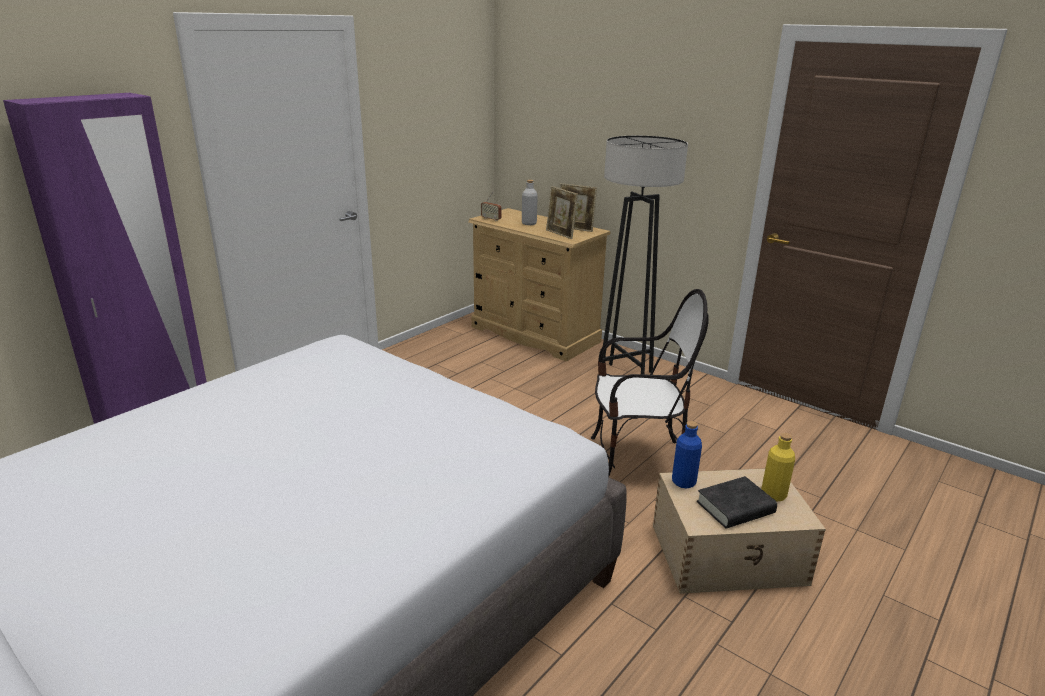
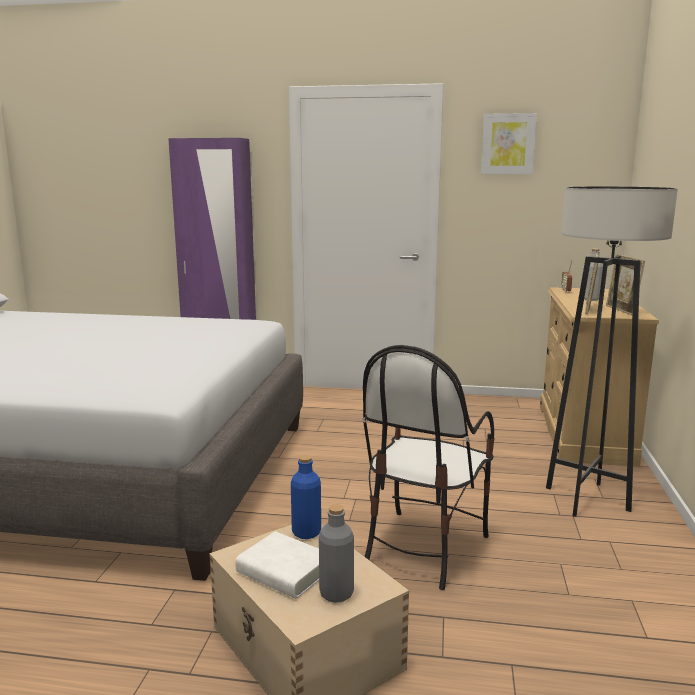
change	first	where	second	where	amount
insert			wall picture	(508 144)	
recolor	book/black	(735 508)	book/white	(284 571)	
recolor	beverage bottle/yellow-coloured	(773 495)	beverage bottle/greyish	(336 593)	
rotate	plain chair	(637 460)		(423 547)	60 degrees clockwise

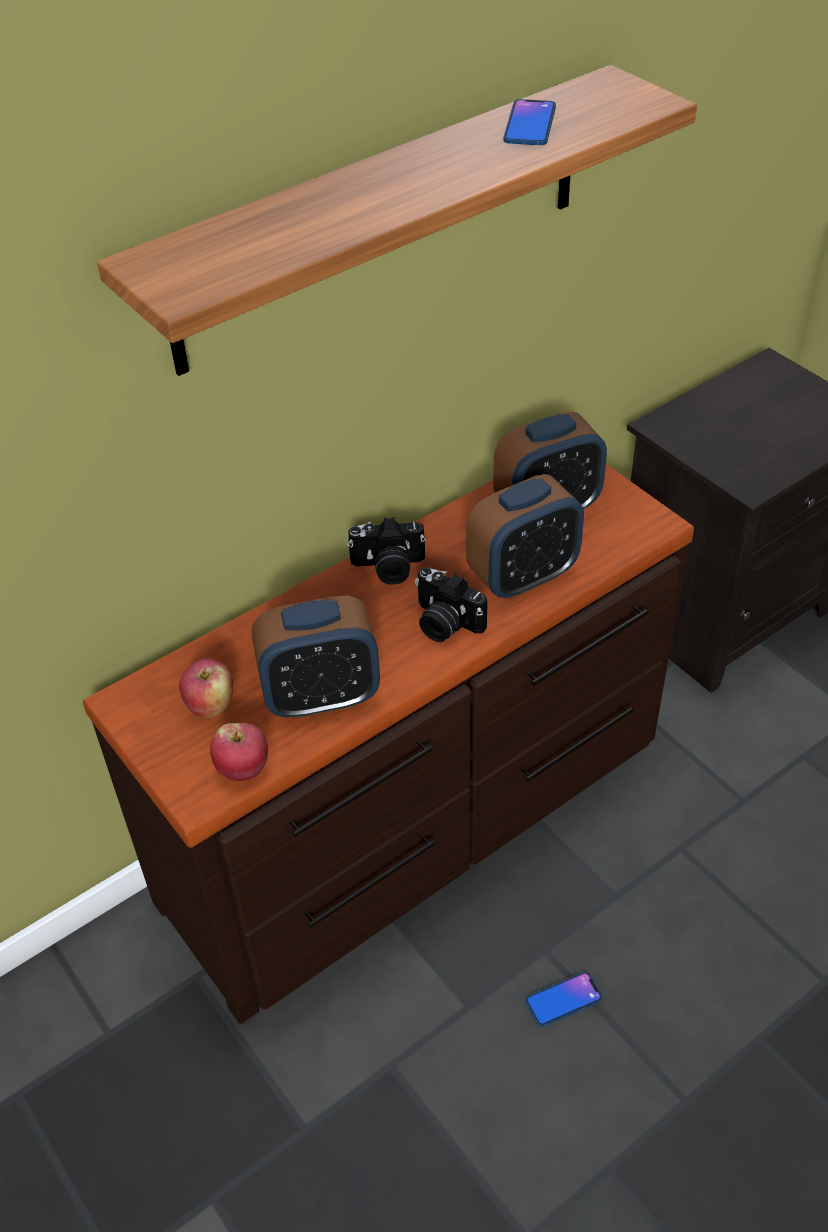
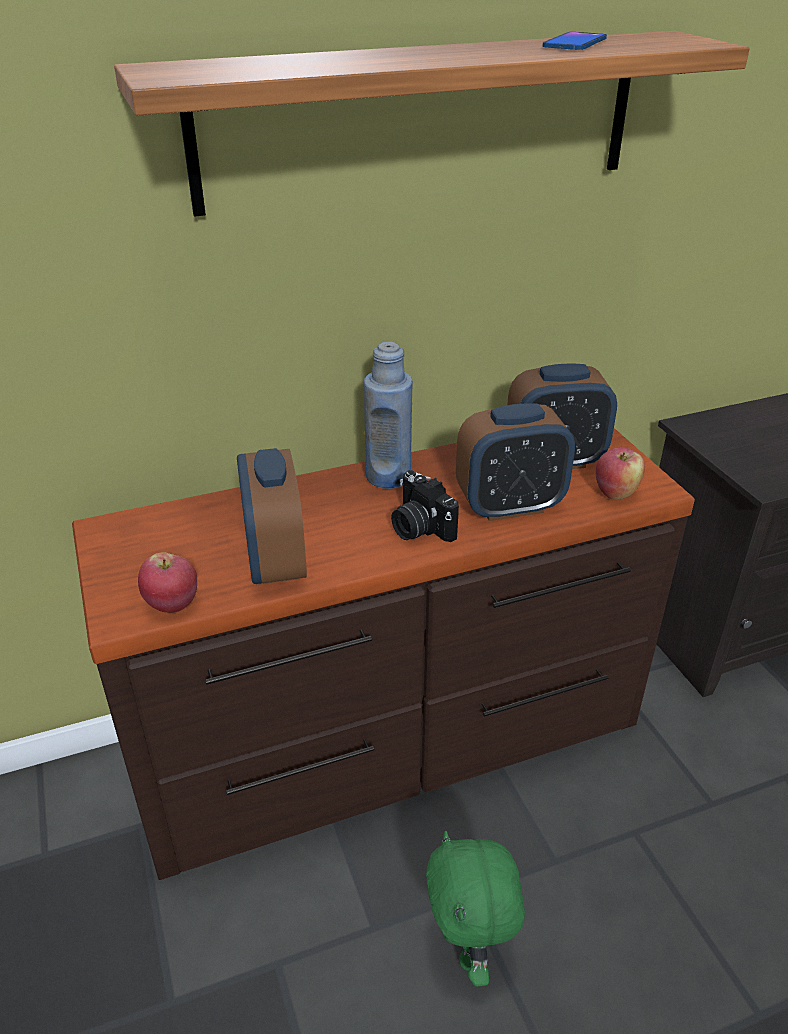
change	first	where	second	where	amount
move	apple	(210 706)		(615 493)	
replace	photo camera	(388 568)	beverage bottle/blue-coloured	(388 476)	
replace	telephone	(563 1000)	soft toy/green	(470 949)	
rotate	alarm clock	(321 697)		(275 562)	75 degrees clockwise

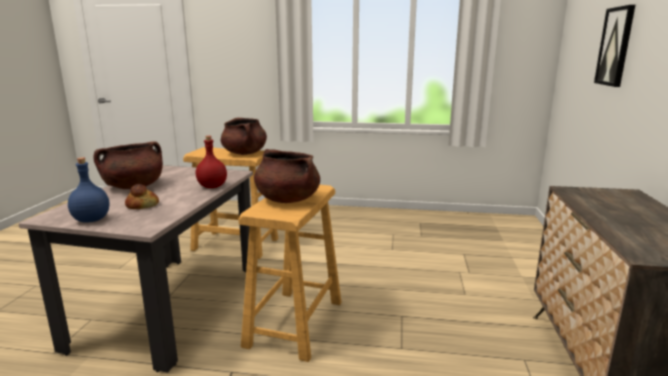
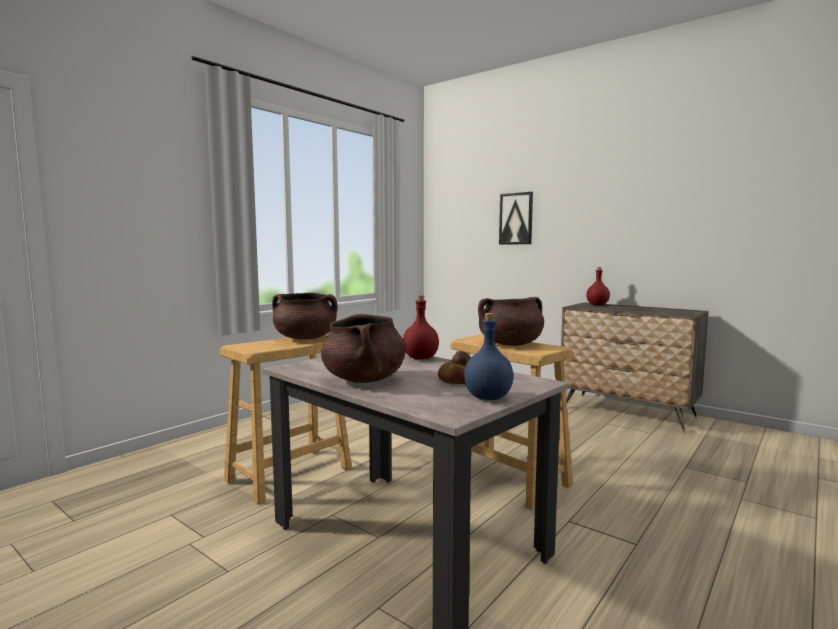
change	first	where	second	where	amount
insert			beverage bottle/red	(598 305)	

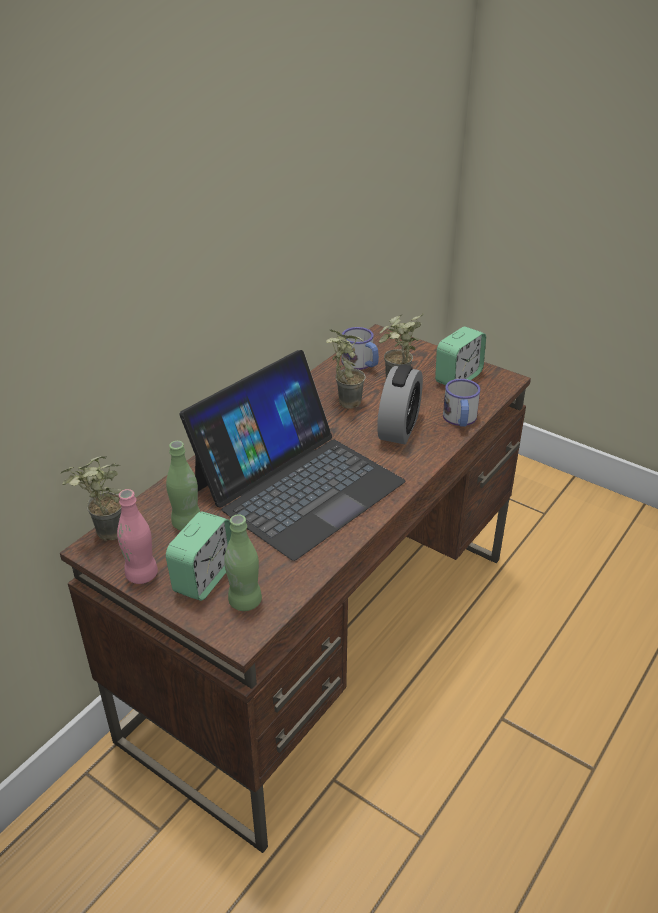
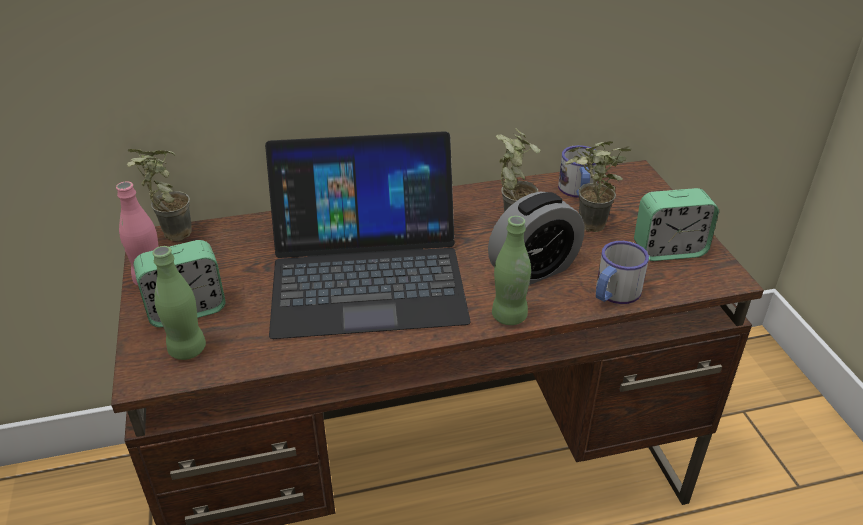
change	first	where	second	where	amount
move	beverage bottle/green	(187 523)		(509 316)	

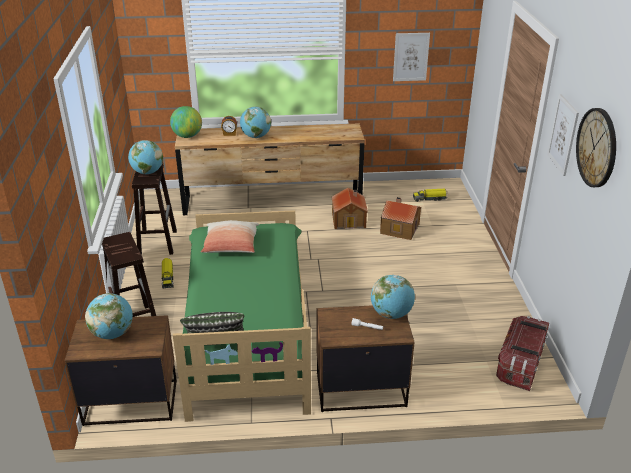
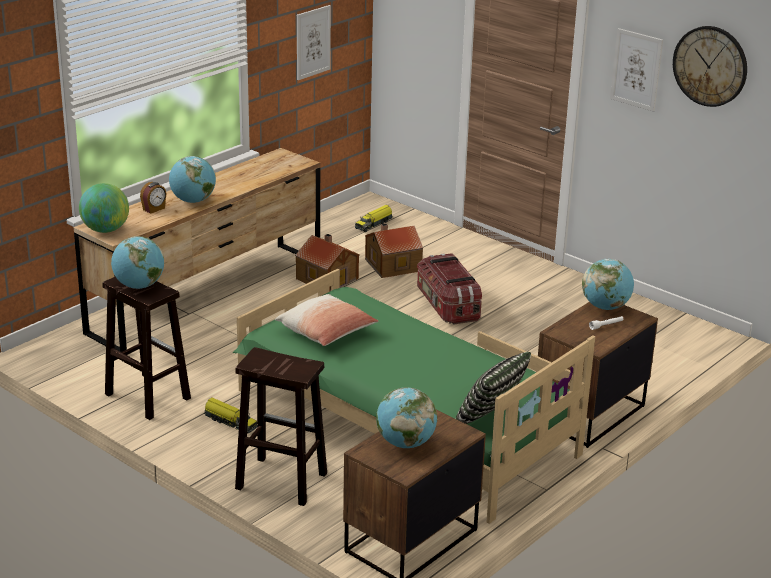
change	first	where	second	where	amount
move	storage box	(520 364)		(447 305)	

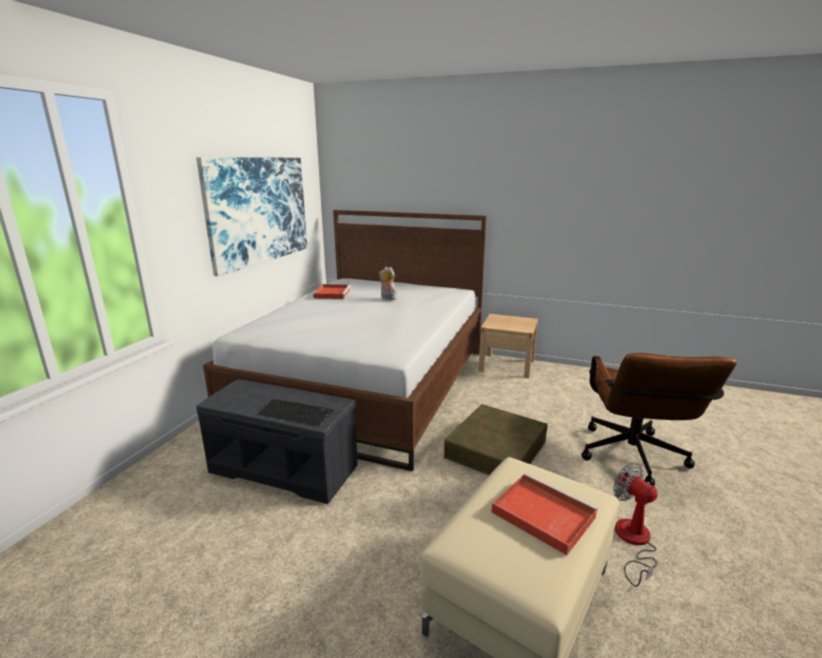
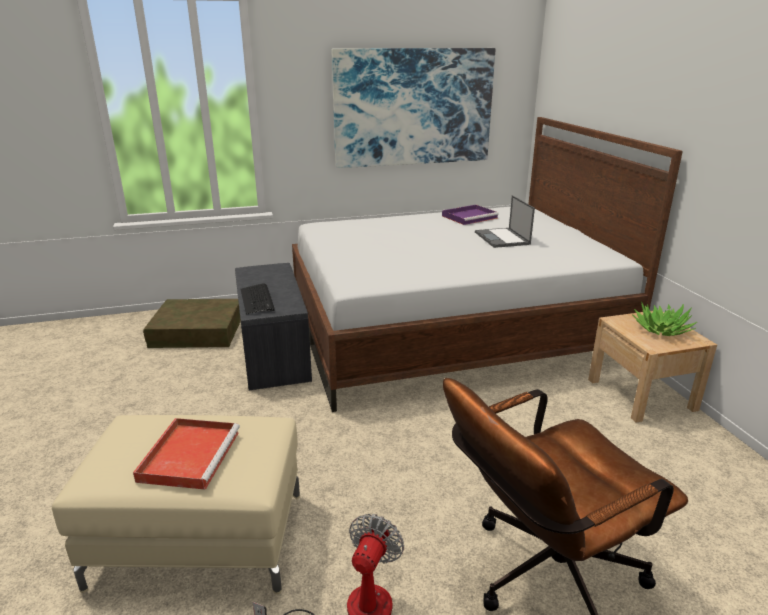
change	first	where	second	where	amount
insert			potted plant	(661 329)	
move	storage box/brownish	(496 449)		(197 331)	
replace	soft toy	(387 298)	laptop	(502 238)	
recolor	carrying tray/red	(332 293)	carrying tray/purplish	(470 217)	

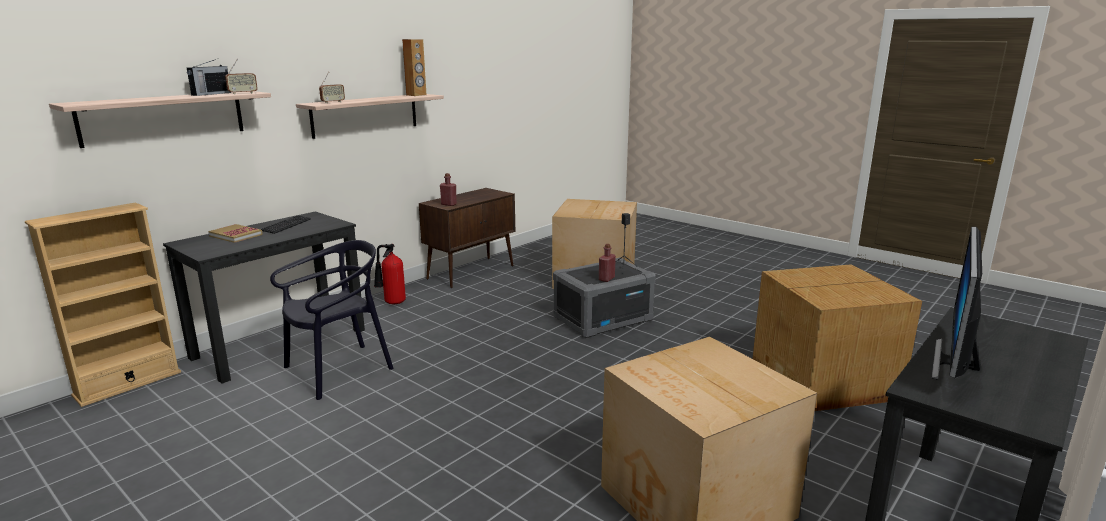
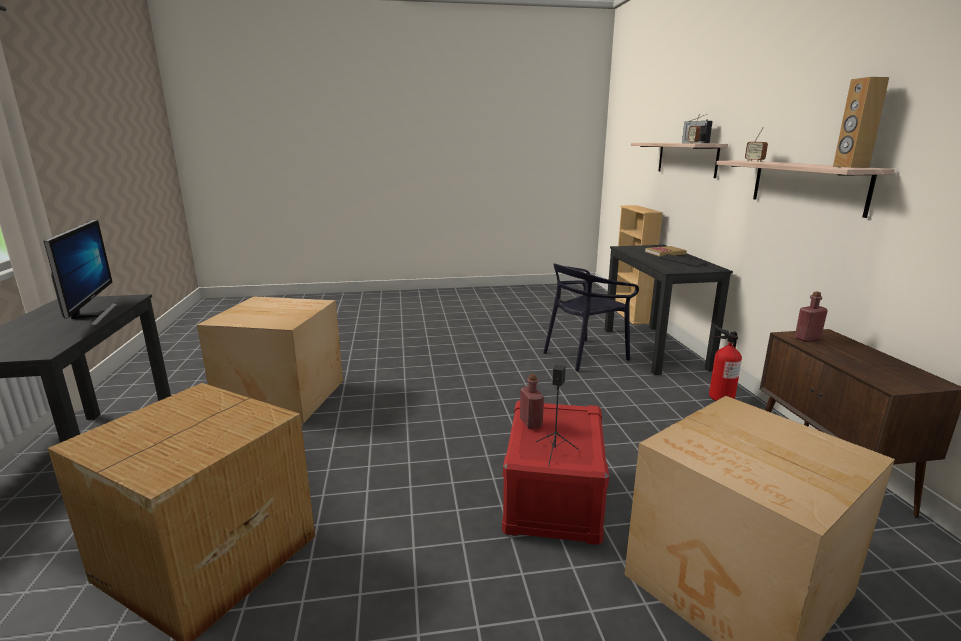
change	first	where	second	where	amount
recolor	storage box/greyish	(603 318)	storage box/red	(554 498)	
rotate	plain chair/black	(338 370)		(584 355)	60 degrees clockwise

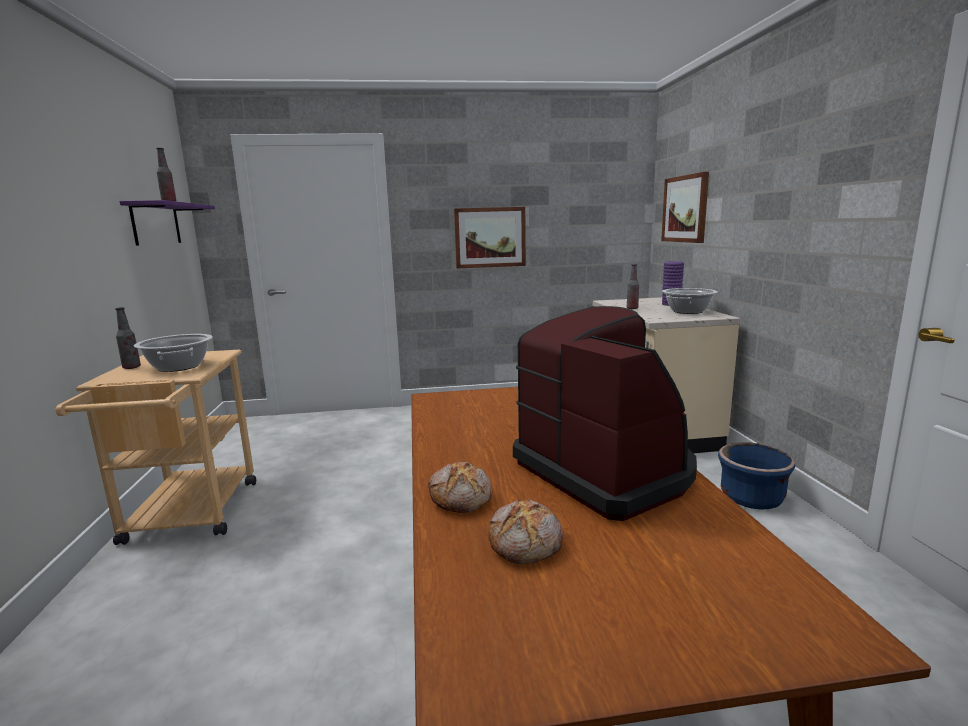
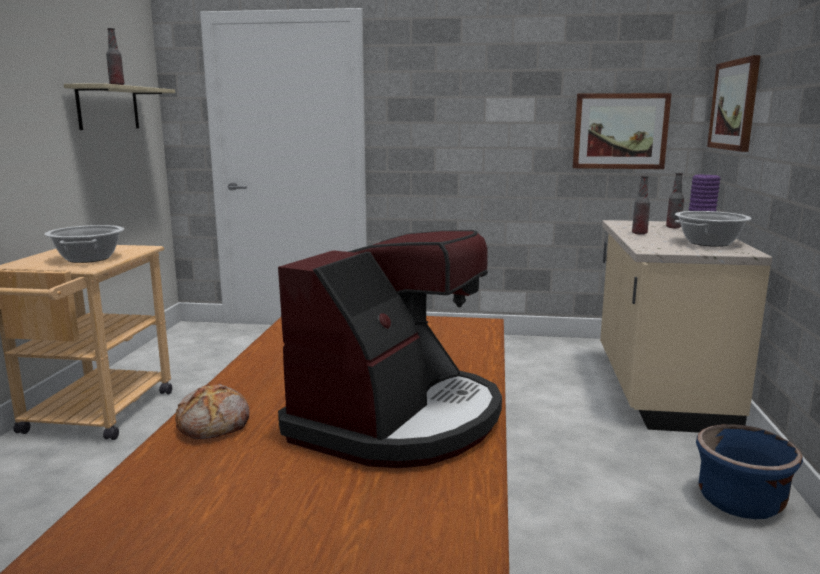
change	first	where	second	where	amount
delete	bakery bread	(527 543)			
move	beverage bottle	(131 367)		(673 227)	
move	wall picture	(490 237)		(620 131)	
recolor	bracket shelf/purplish	(156 224)	bracket shelf/beige	(108 108)	
rotate	coffee machine	(606 470)		(398 420)	45 degrees clockwise

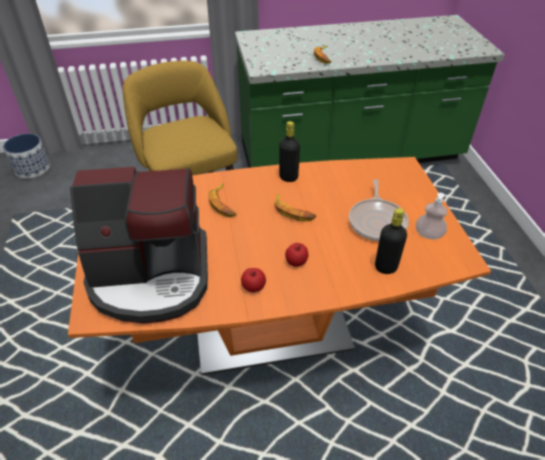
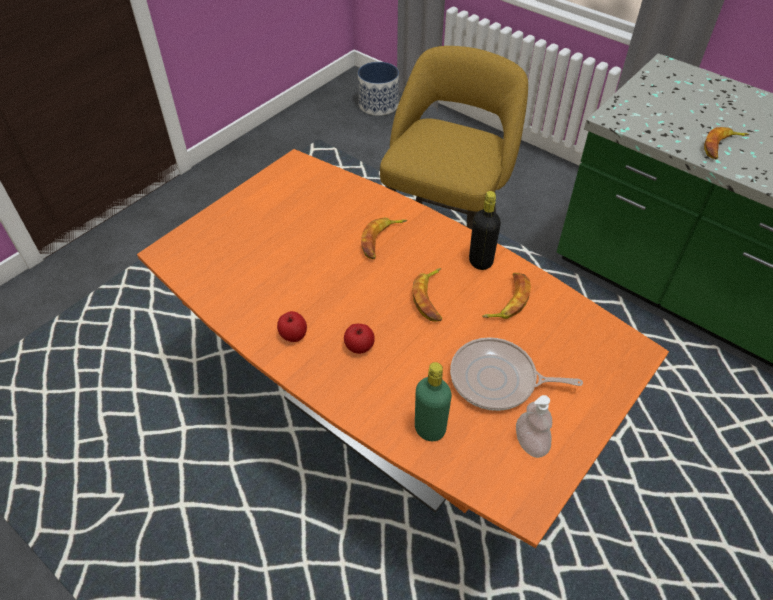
change	first	where	second	where	amount
delete	coffee machine	(151 277)			
insert			banana fruit	(508 300)	
recolor	beverage bottle/black	(385 267)	beverage bottle/green	(430 429)	
rotate	pan	(377 221)		(497 380)	45 degrees clockwise

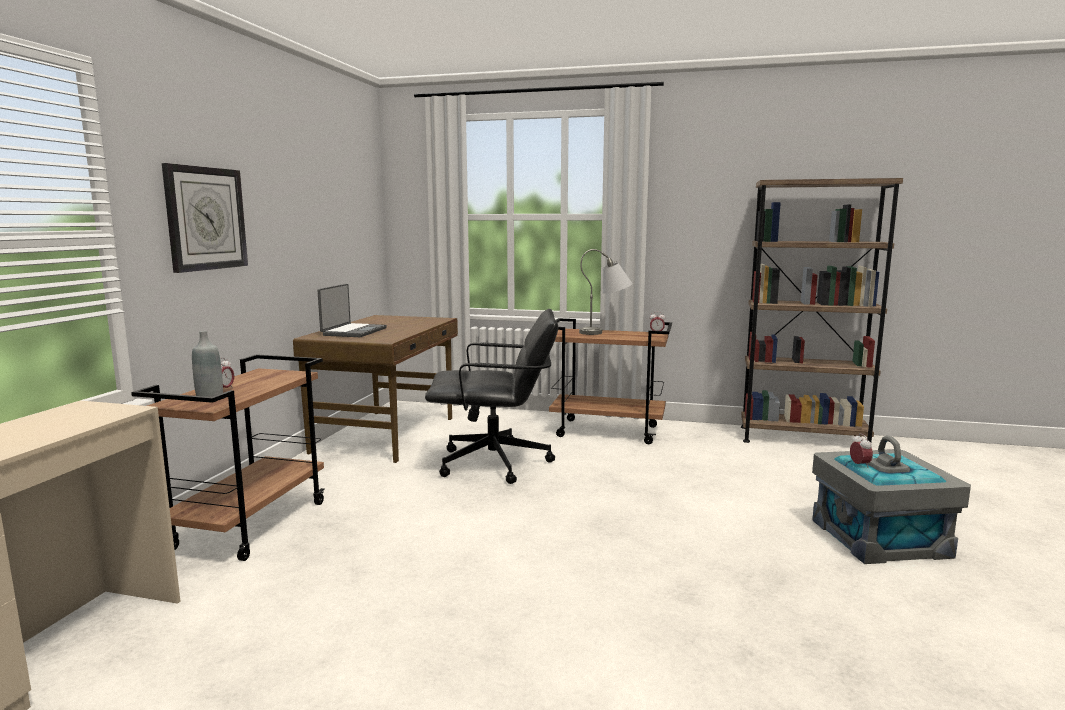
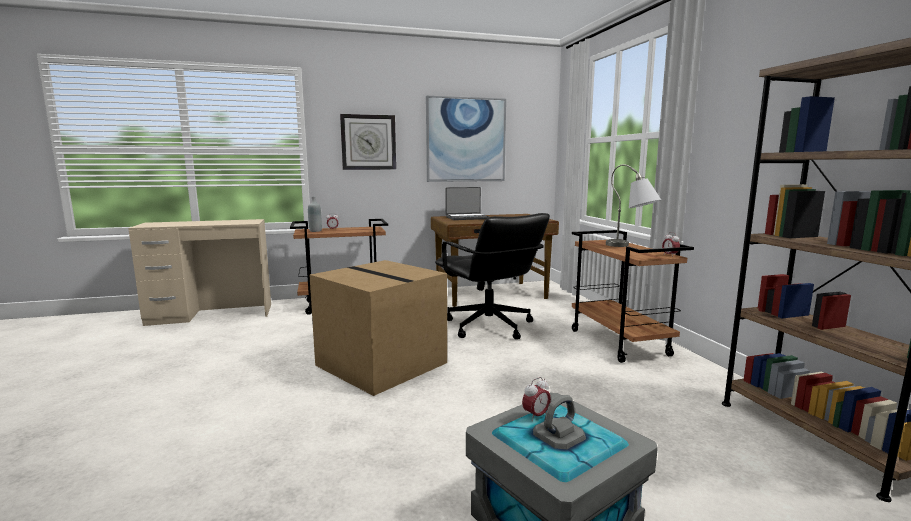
change	first	where	second	where	amount
insert			packing box	(383 364)	
insert			wall picture	(466 140)	

